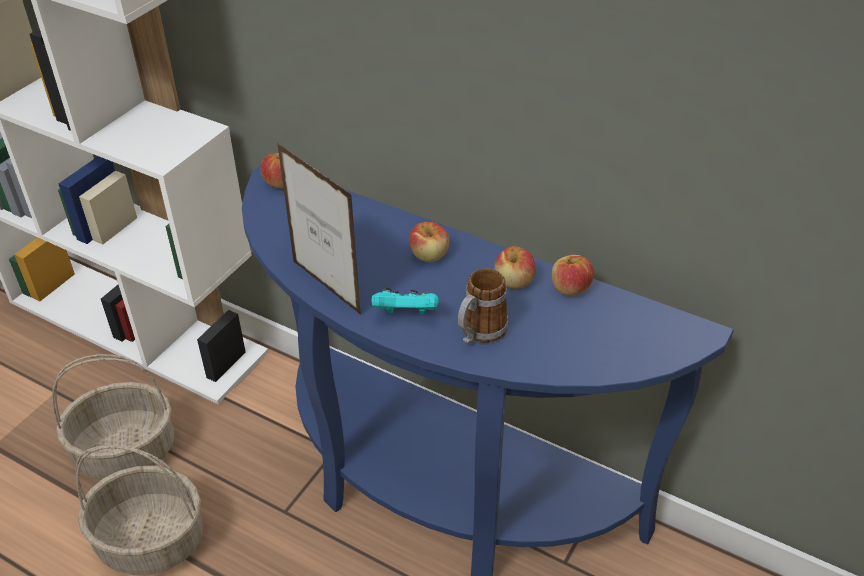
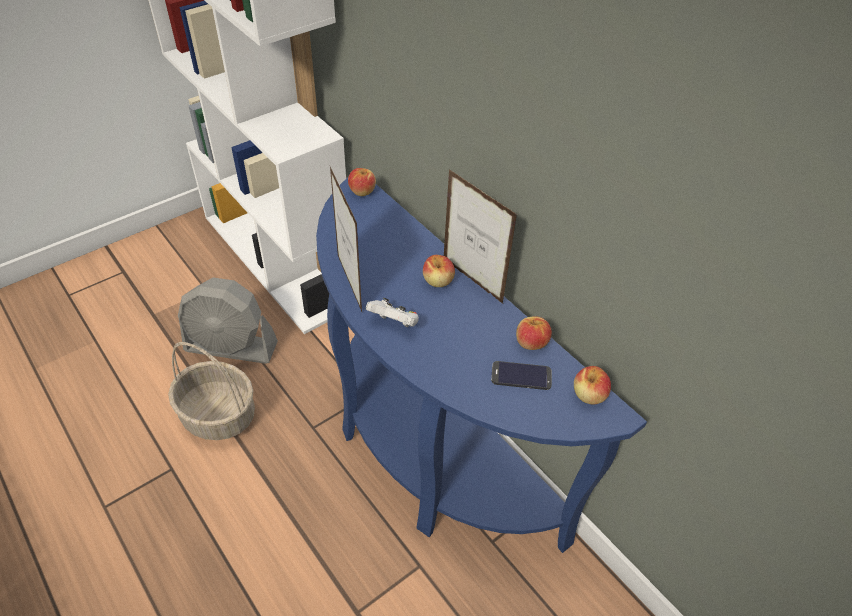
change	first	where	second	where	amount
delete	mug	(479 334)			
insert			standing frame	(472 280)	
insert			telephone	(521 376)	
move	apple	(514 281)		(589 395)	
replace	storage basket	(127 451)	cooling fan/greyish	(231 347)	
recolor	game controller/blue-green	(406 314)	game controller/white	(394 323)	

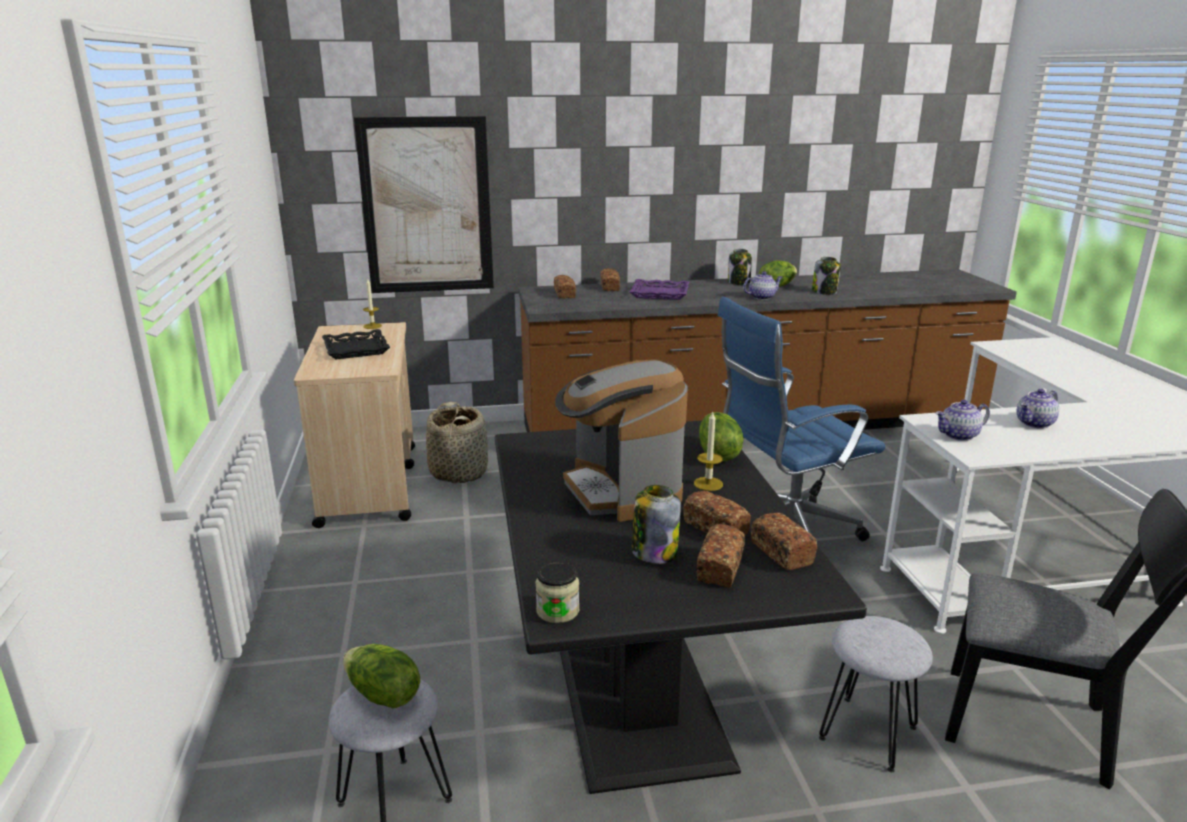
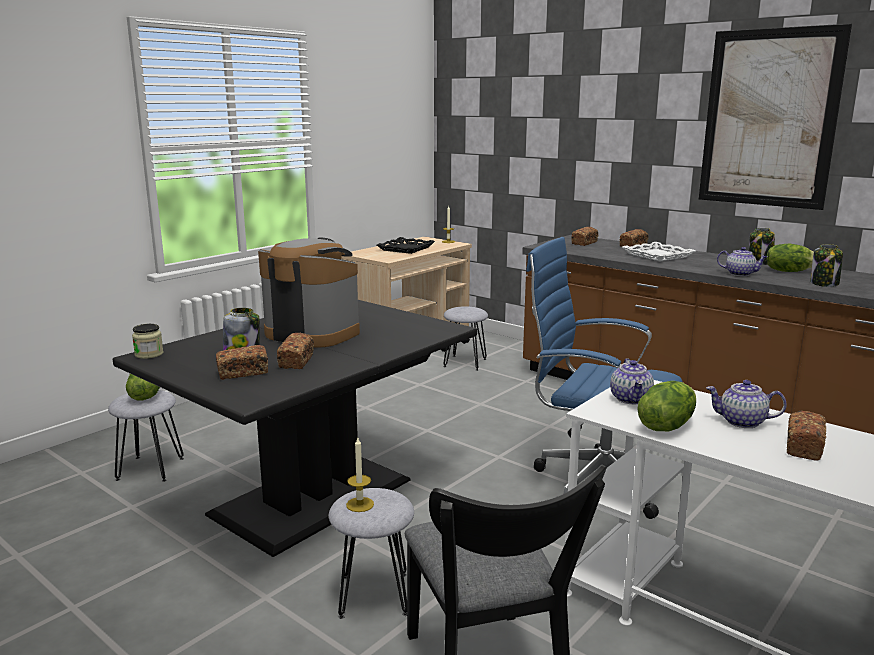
change	first	where	second	where	amount
move	wall picture	(427 206)		(769 119)	
move	wax candle	(708 484)		(360 504)	
move	head of lettuce	(717 454)		(665 425)	
move	bakery bread	(781 553)		(803 447)	
replace	storage basket	(459 472)	stool seat/greyish	(465 363)	
recolor	carrying tray/purplish	(660 293)	carrying tray/white	(658 255)	
rotate	coffee machine	(621 491)		(312 333)	90 degrees clockwise
rotate	tea pot	(958 435)		(631 399)	120 degrees counterclockwise

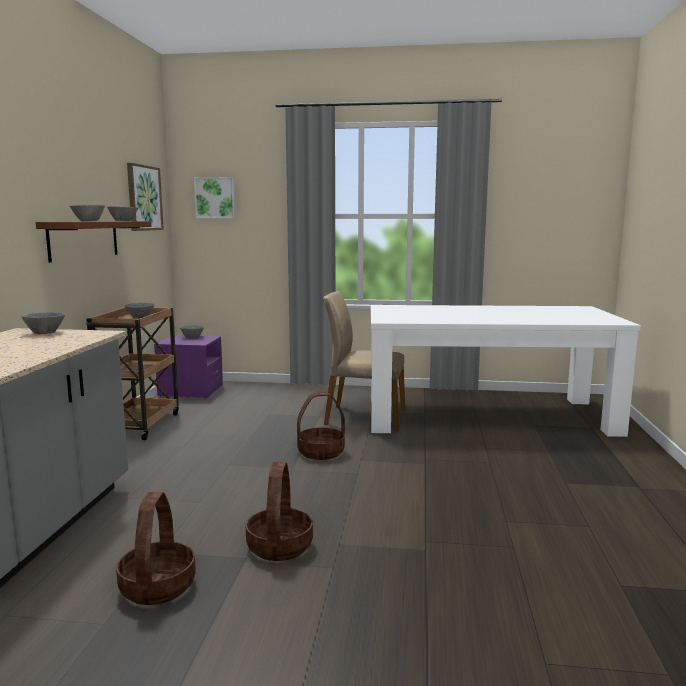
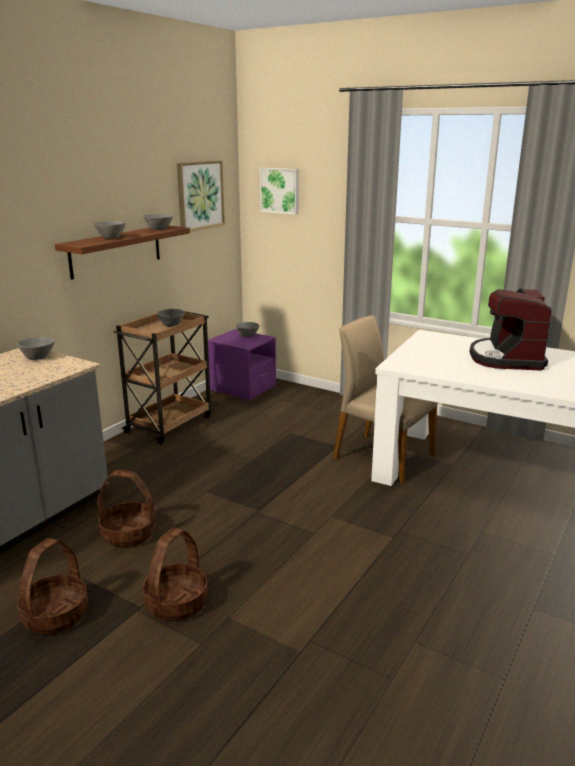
change	first	where	second	where	amount
insert			coffee machine	(506 358)	
move	storage basket	(321 452)		(129 534)	

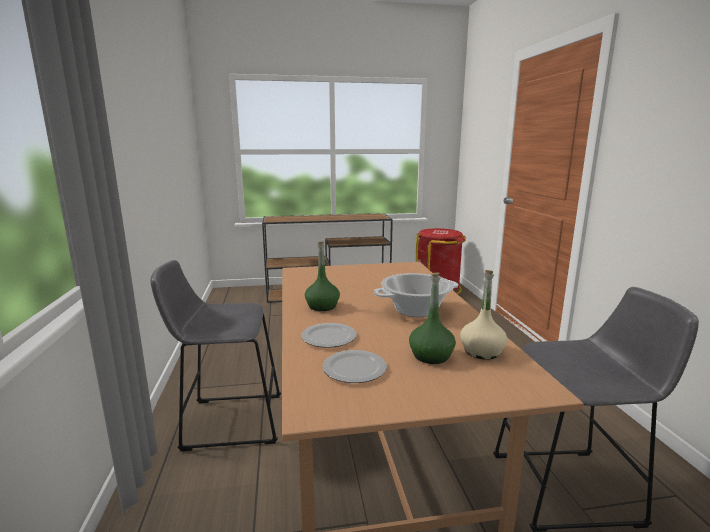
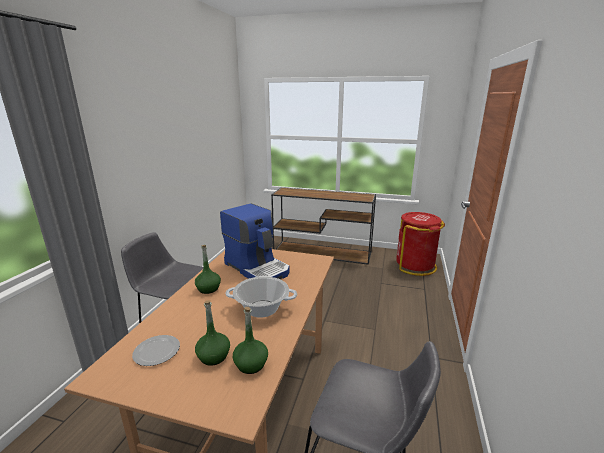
change	first	where	second	where	amount
delete	dinner plate	(328 337)			
insert			coffee machine	(258 268)	
recolor	beverage bottle/beige	(481 351)	beverage bottle/green	(251 364)	

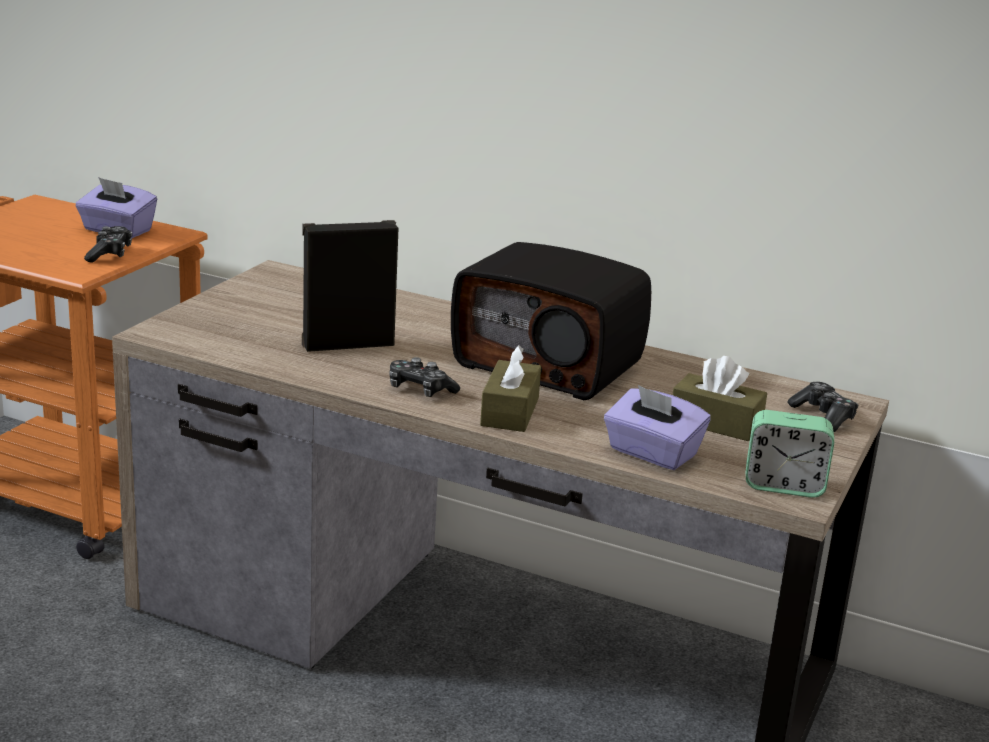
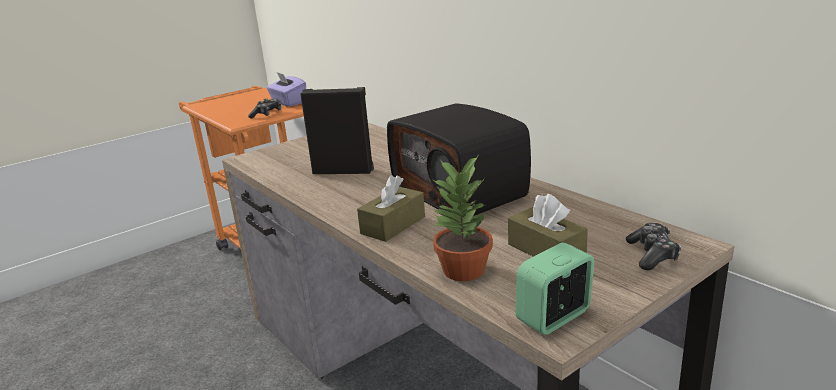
change	first	where	second	where	amount
delete	game controller	(420 390)			
replace	tissue box/purplish	(652 453)	potted plant	(465 271)	
rotate	alarm clock	(784 486)		(554 317)	105 degrees clockwise

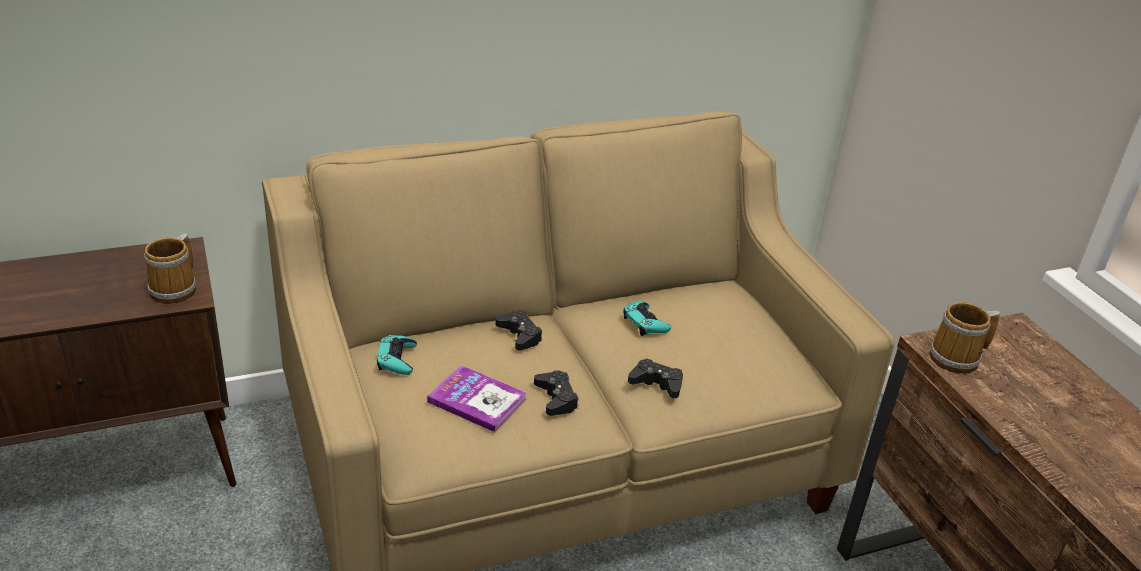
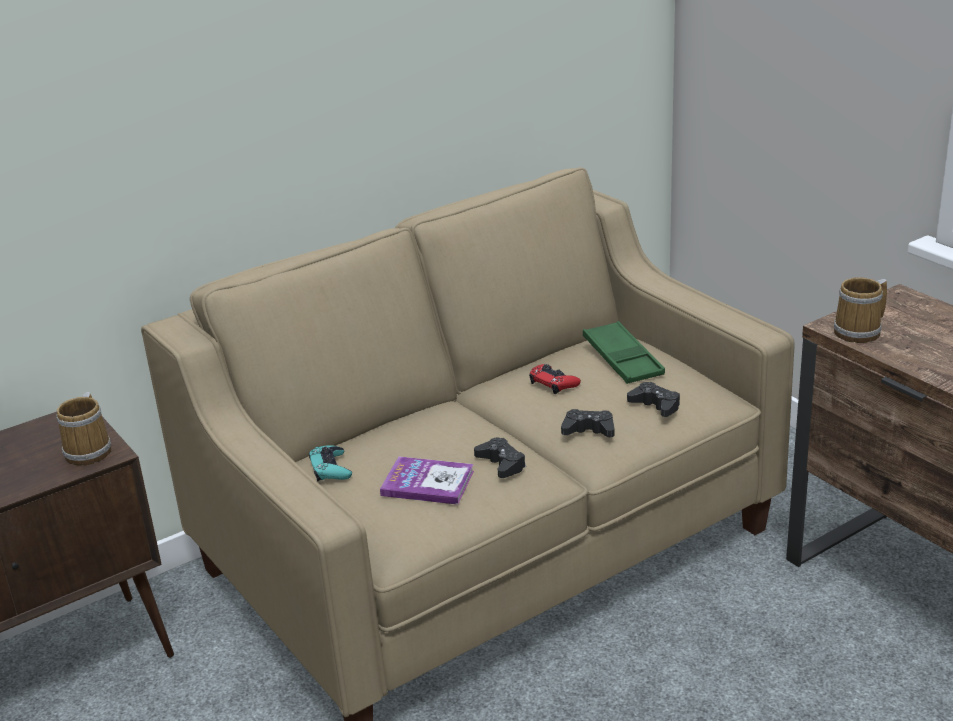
change	first	where	second	where	amount
insert			carrying tray/green	(622 359)	
move	game controller/black	(519 335)		(655 405)	
recolor	game controller/blue-green	(645 323)	game controller/red	(553 383)	

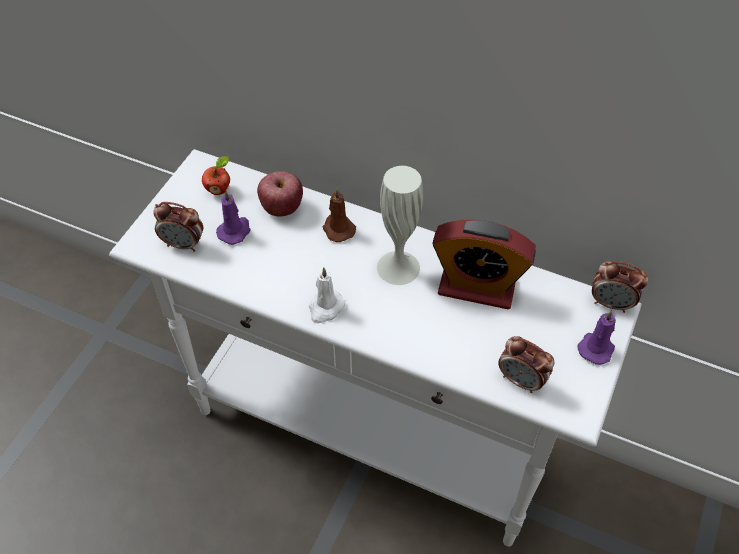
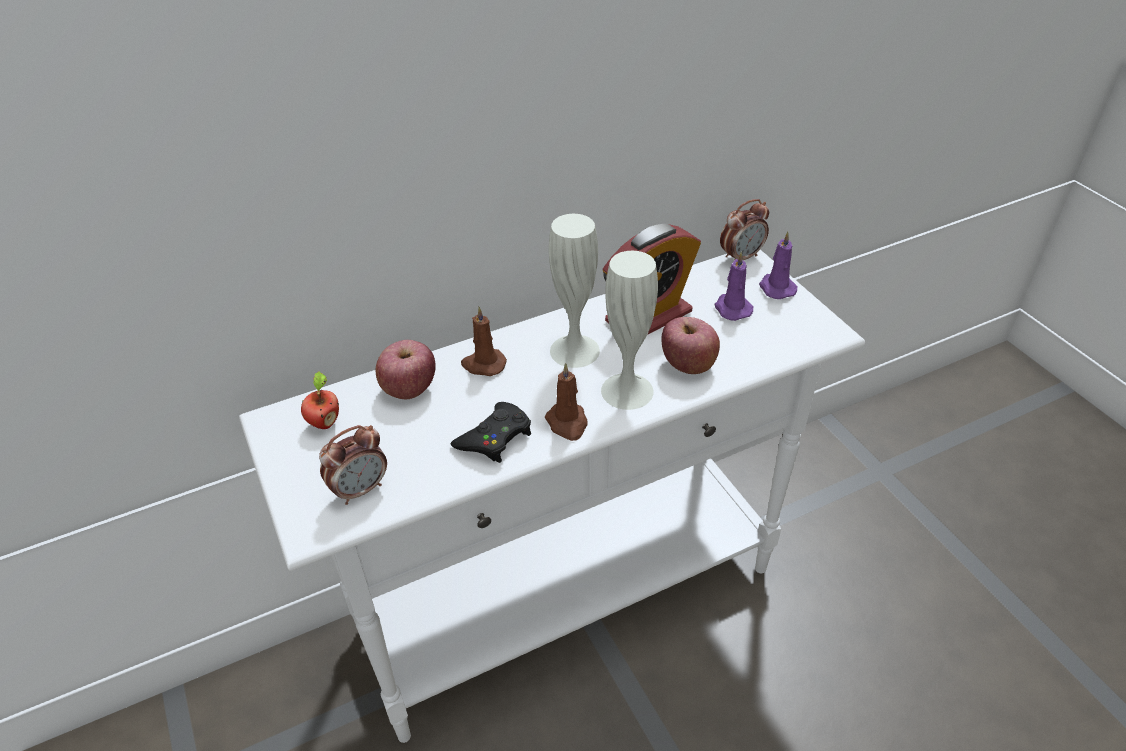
change	first	where	second	where	amount
delete	alarm clock	(521 380)			
insert			game controller/black	(495 437)	
insert			decorative vase/white	(627 391)	
insert			apple	(688 365)	
move	wax candle/purplish	(235 231)		(732 308)	
recolor	wax candle/white	(325 308)	wax candle/brownish	(567 423)	

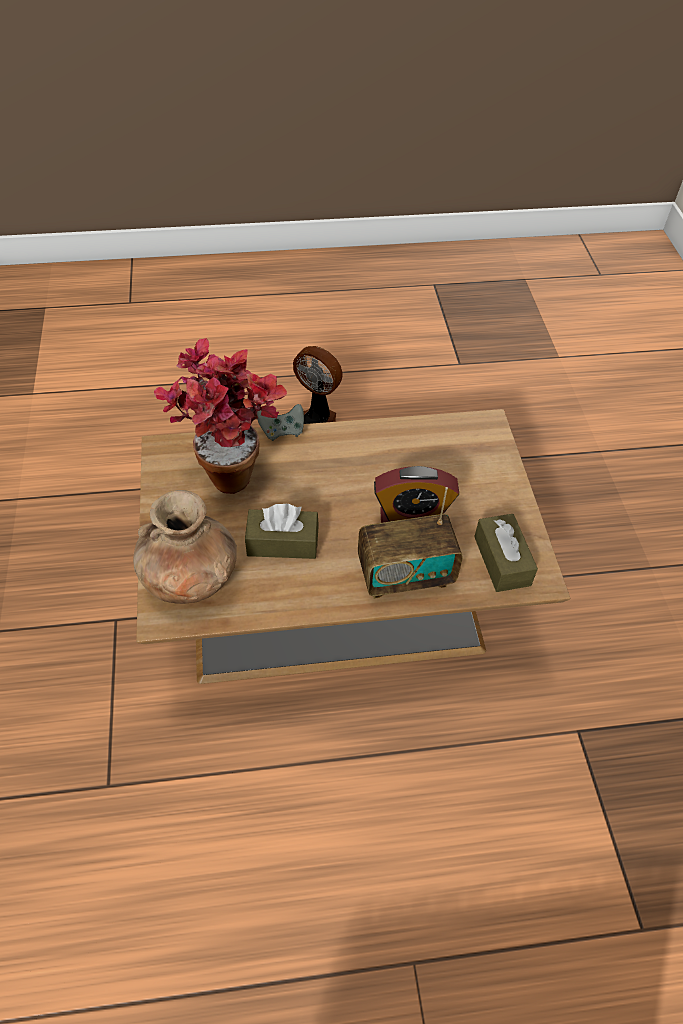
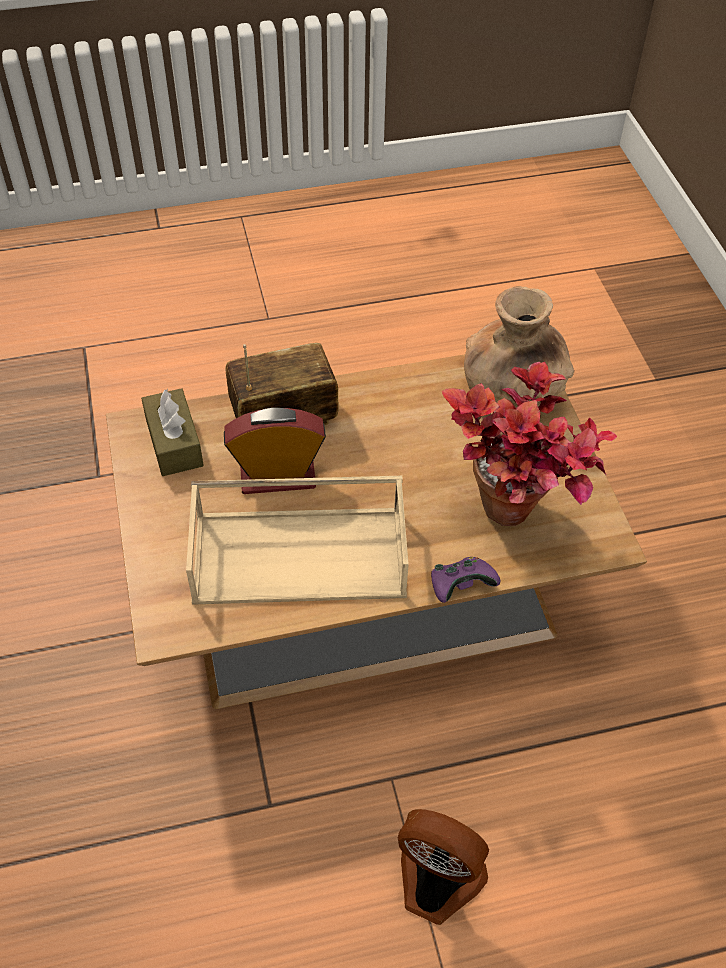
change	first	where	second	where	amount
delete	tissue box/brownish	(282 543)			
insert			carrying tray/beige	(301 553)	
recolor	game controller/greyish	(282 431)	game controller/purplish	(460 587)	

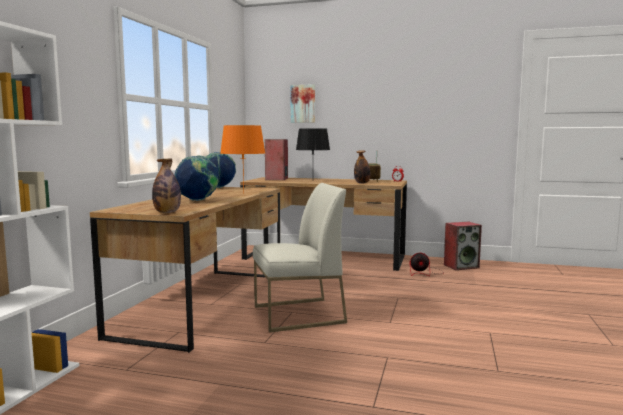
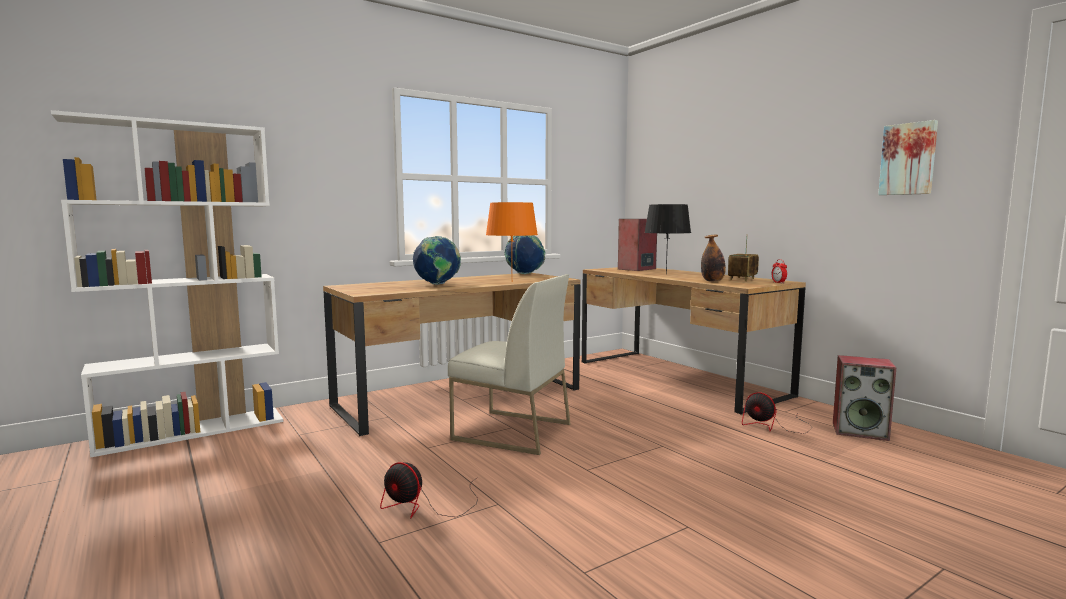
change	first	where	second	where	amount
delete	beverage bottle	(167 212)			
insert			cooling fan	(425 506)	
move	wall picture	(303 104)		(908 159)	

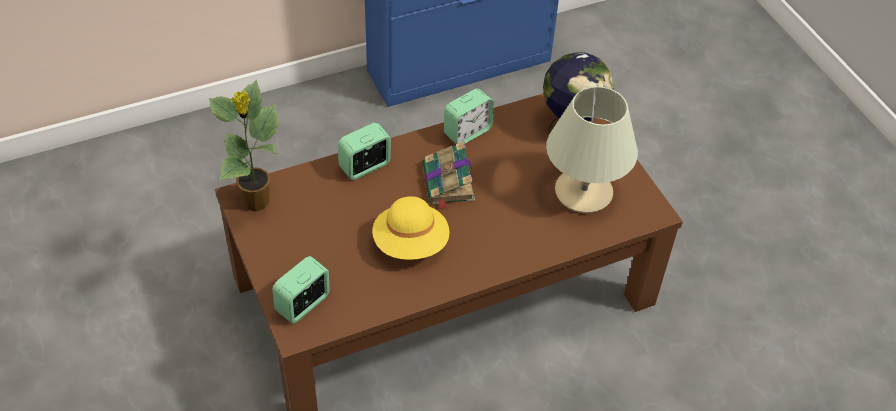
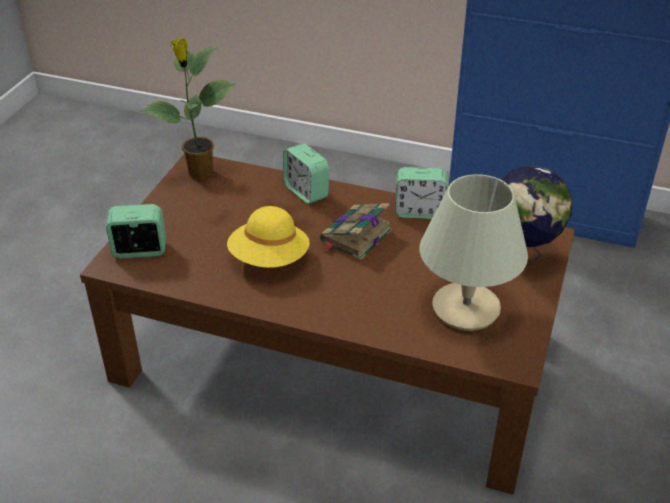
change	first	where	second	where	amount
rotate	alarm clock	(365 166)		(306 191)	135 degrees counterclockwise

